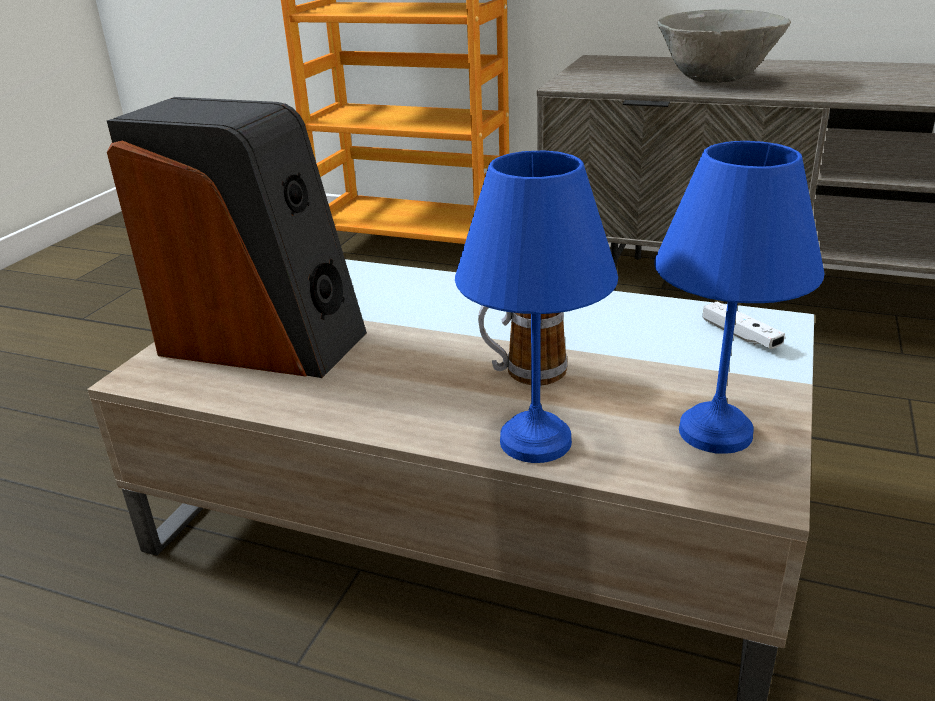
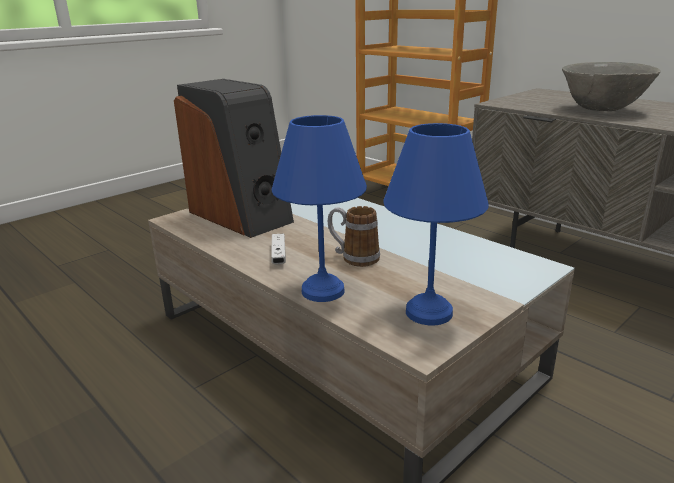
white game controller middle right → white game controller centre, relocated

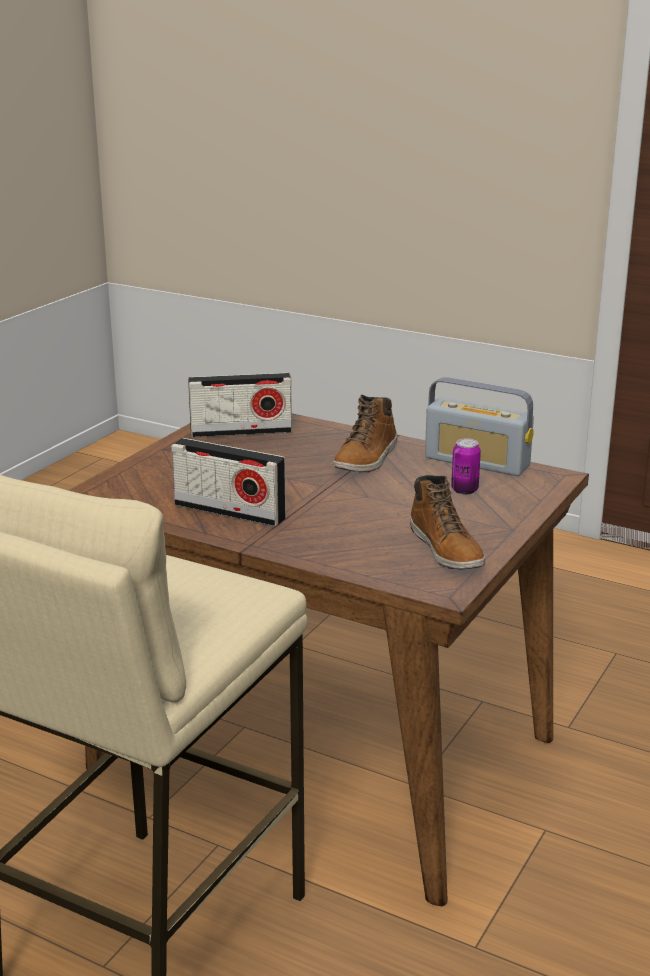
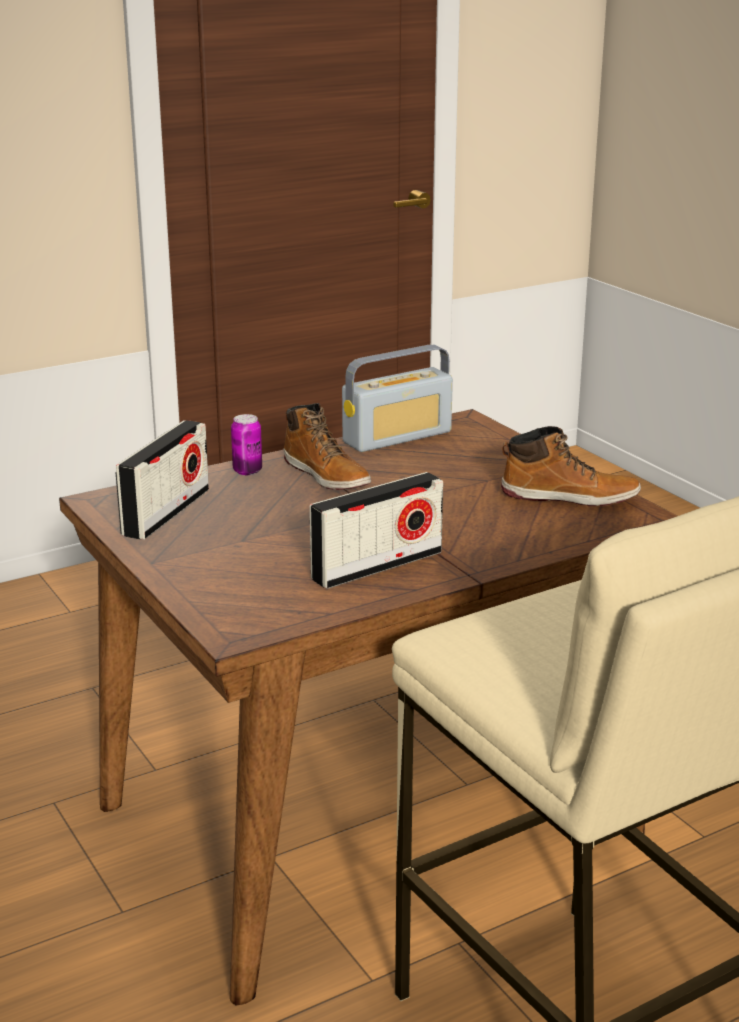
can middle right → can middle left, relocated

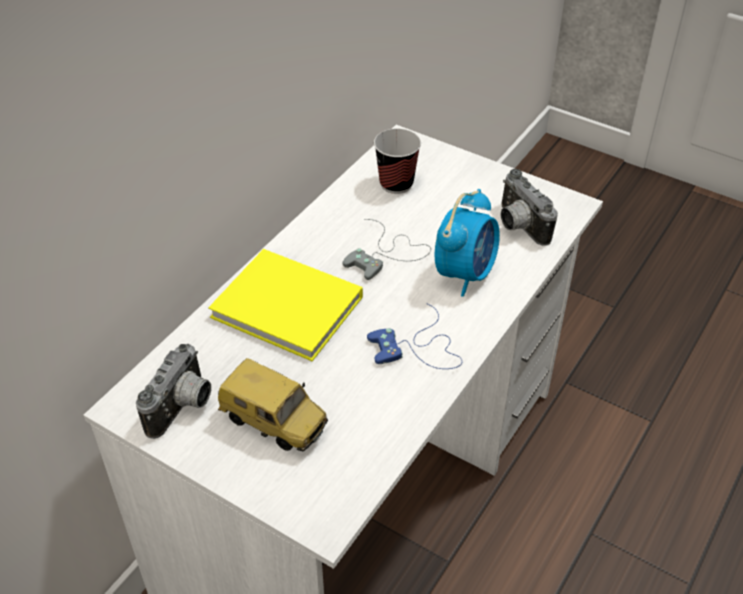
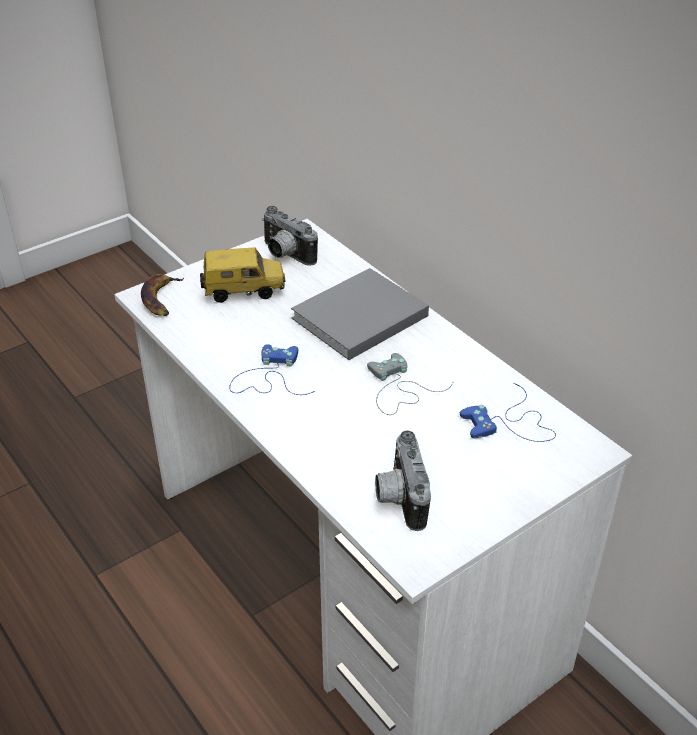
yellow book centre → grey book centre
toy car bottom centre → toy car centre, 150 degrees counterclockwise
cup top centre → blue game controller (no. 2 from left) middle right
alarm clock centre → -
photo camera (no. 2 from left) middle right → photo camera (no. 2 from left) centre, 90 degrees counterclockwise
- → banana middle left

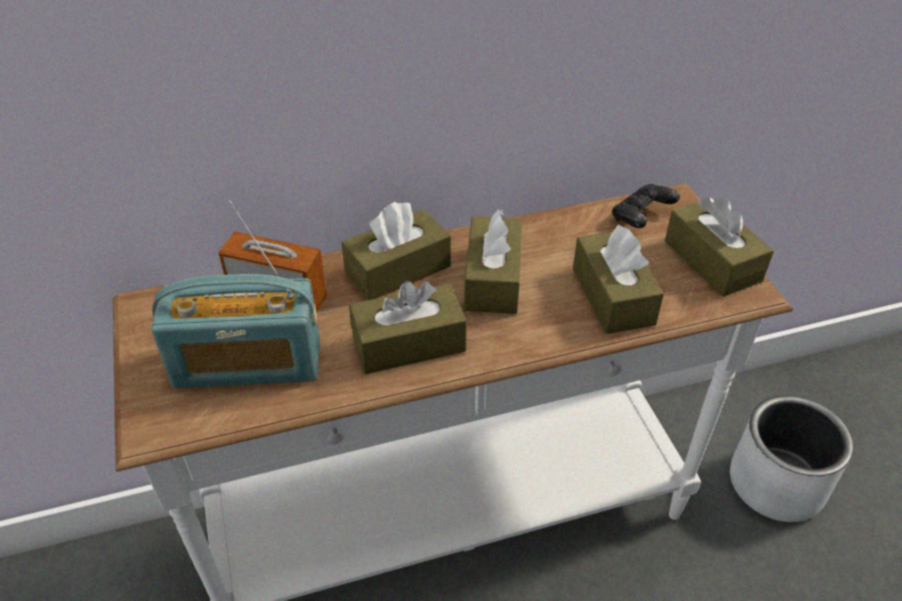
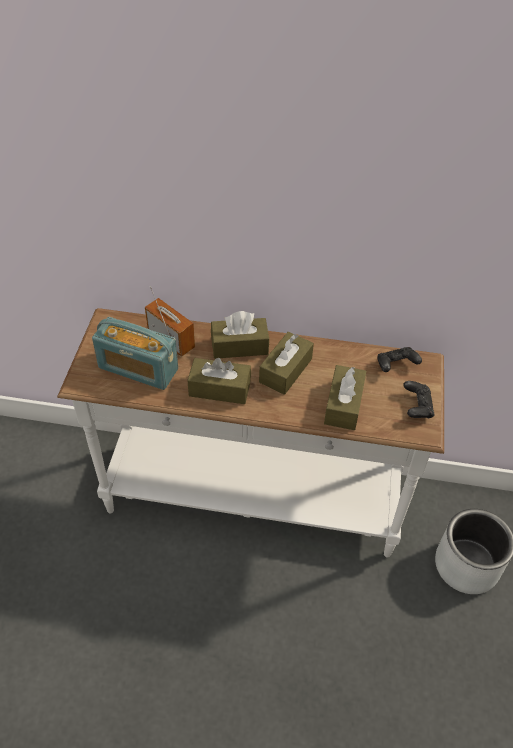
brown tissue box (no. 5 from left) middle right → black game controller (no. 2 from left) middle right

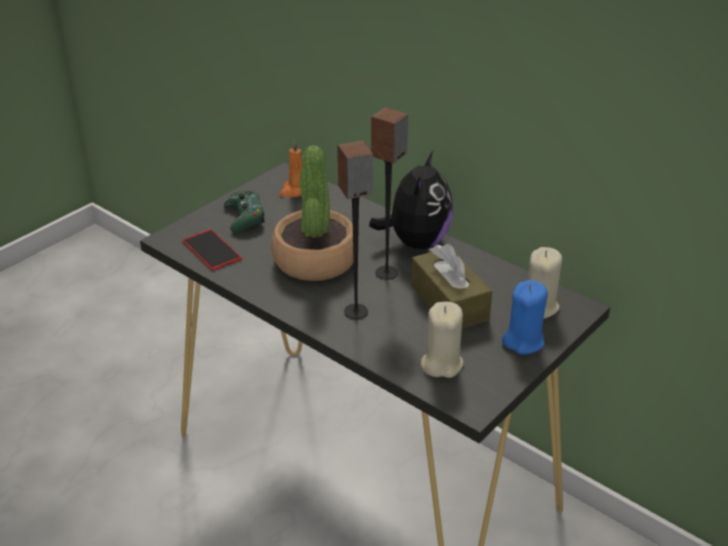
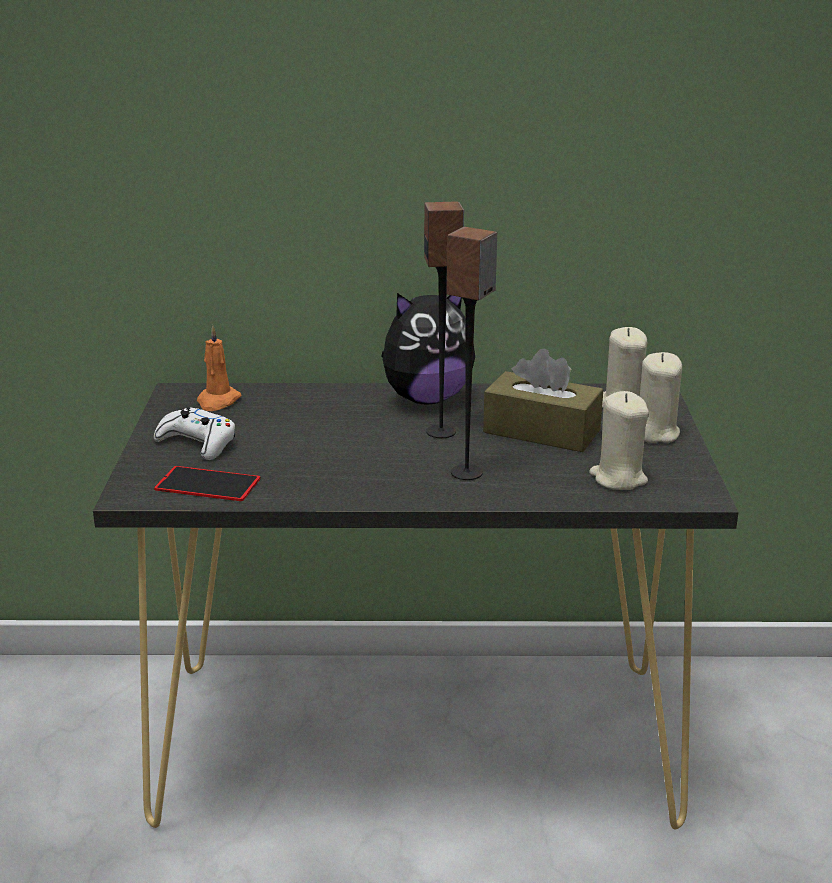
green game controller centre → white game controller middle left
potted plant centre → -
plush toy centre, 90 degrees clockwise
blue candle middle right → beige candle (no. 3 from left) middle right

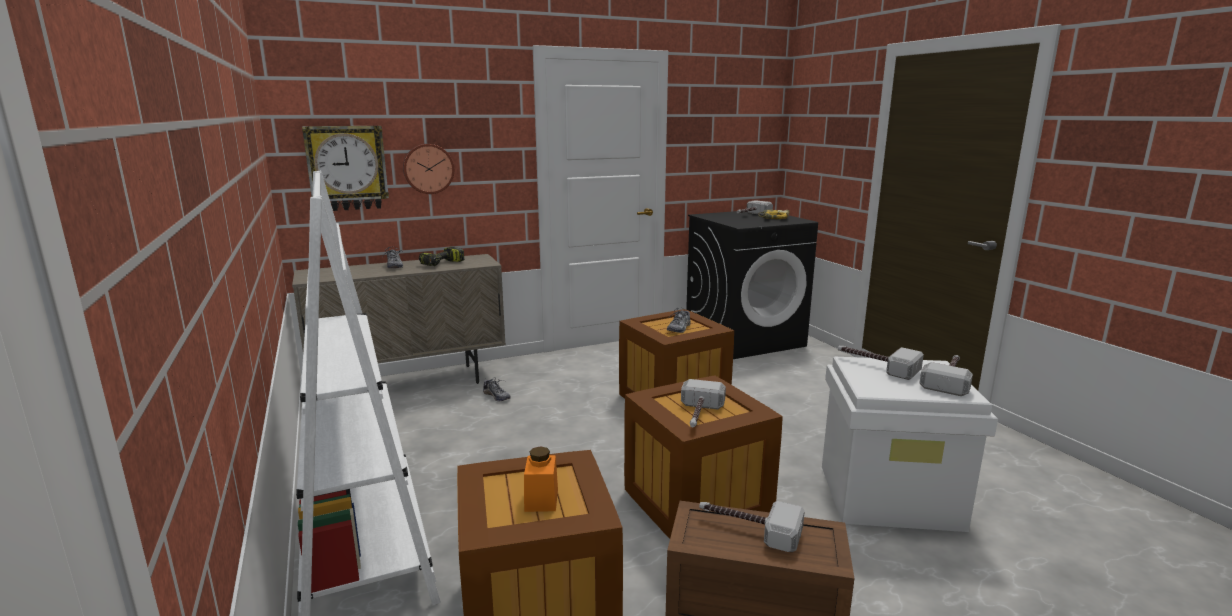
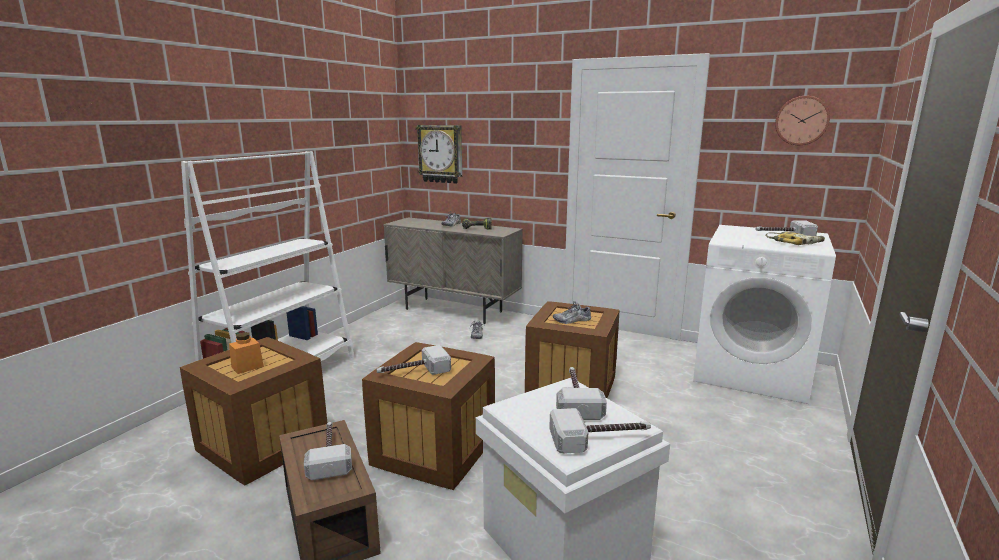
wall clock (no. 2 from left) top centre → wall clock (no. 2 from left) top right, relocated
black washing machine centre → white washing machine middle right

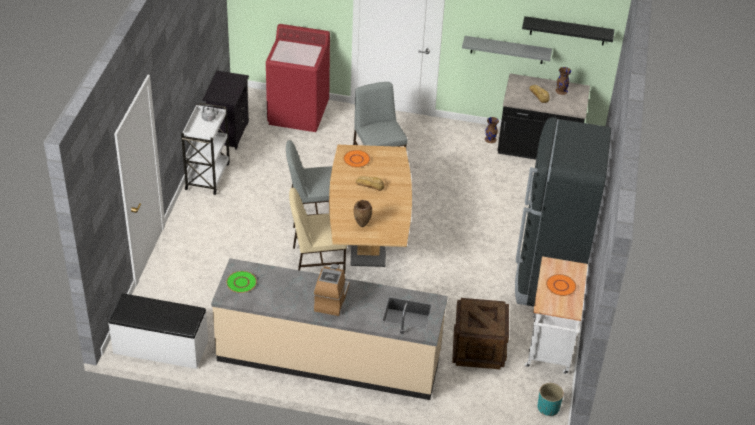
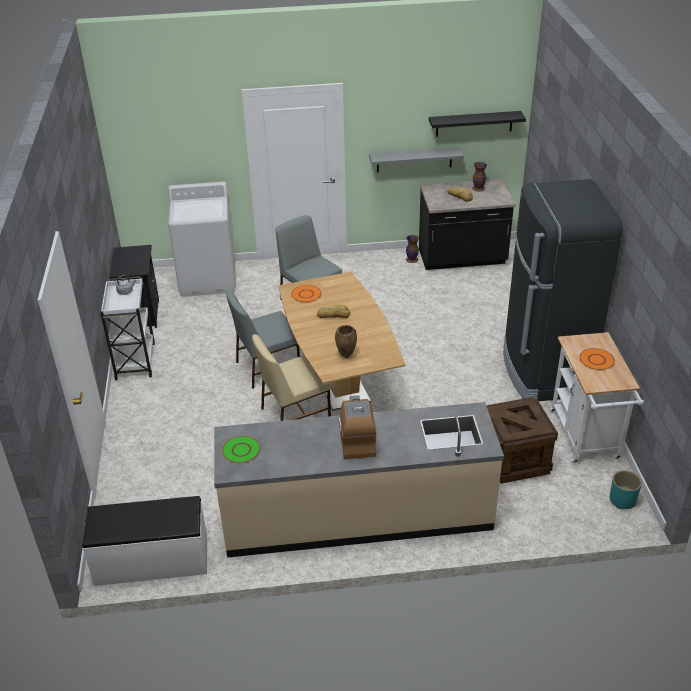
red washing machine top centre → white washing machine middle left

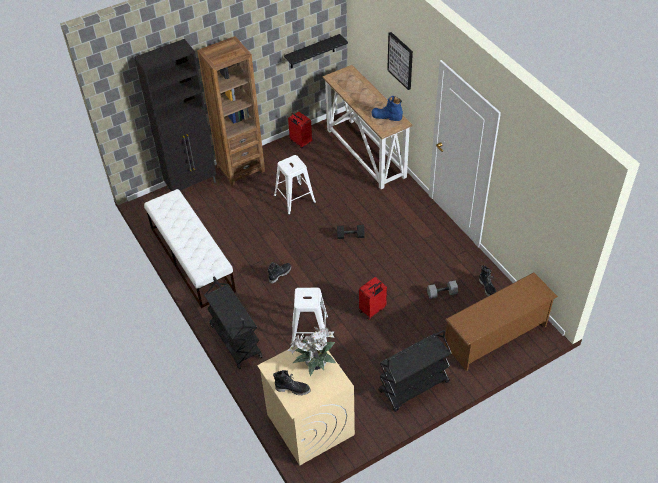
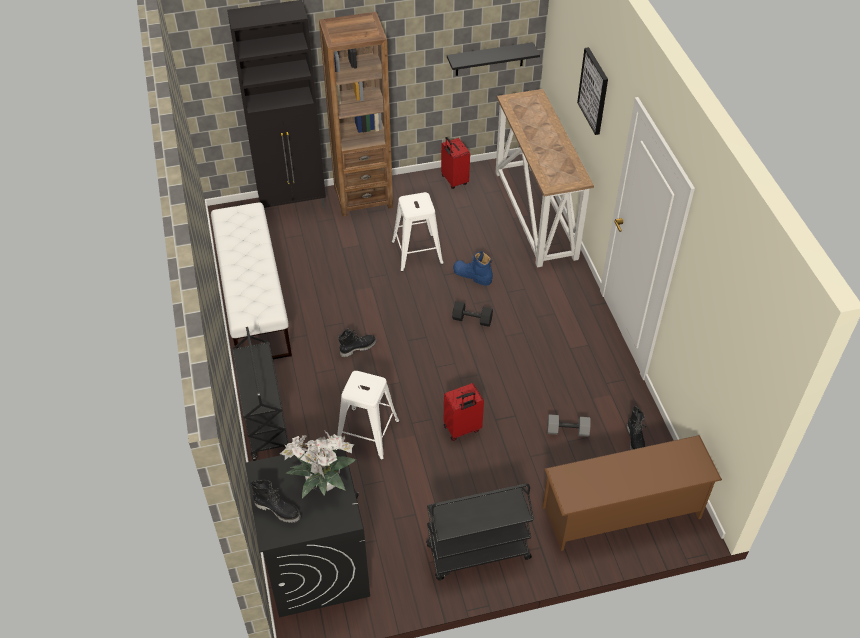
beige washing machine bottom centre → black washing machine bottom centre
blue boot top centre → blue boot centre, relocated

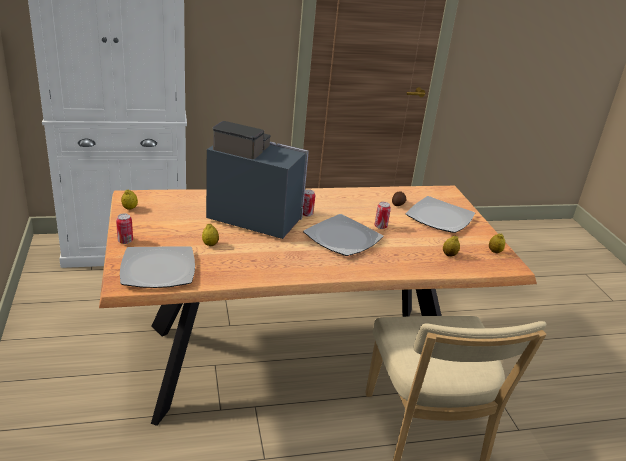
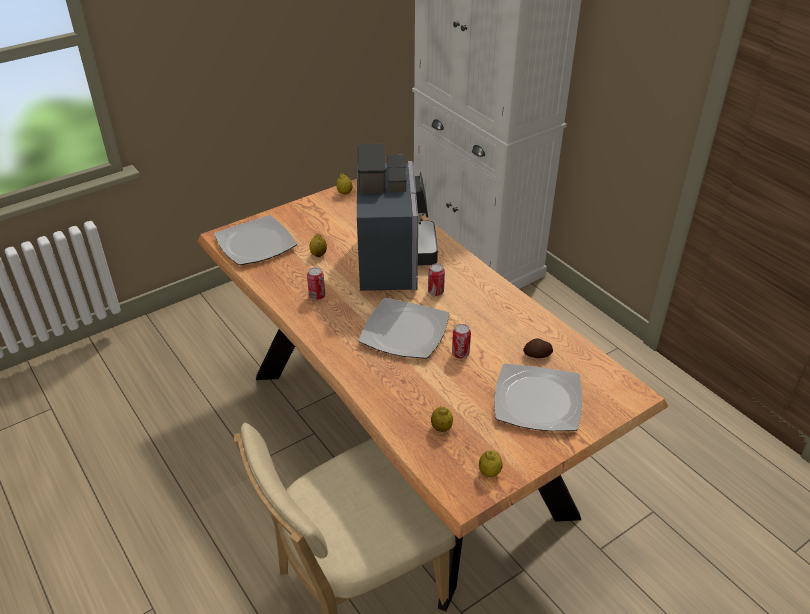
can (no. 1 from left) middle left → can (no. 1 from left) centre, relocated

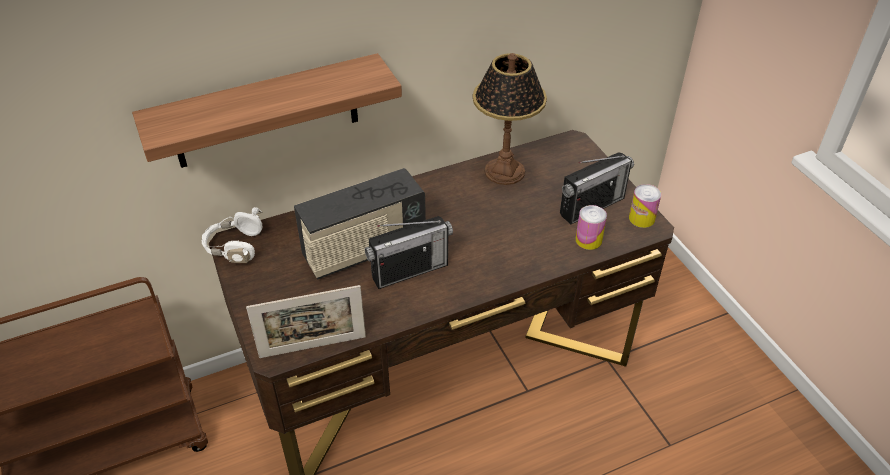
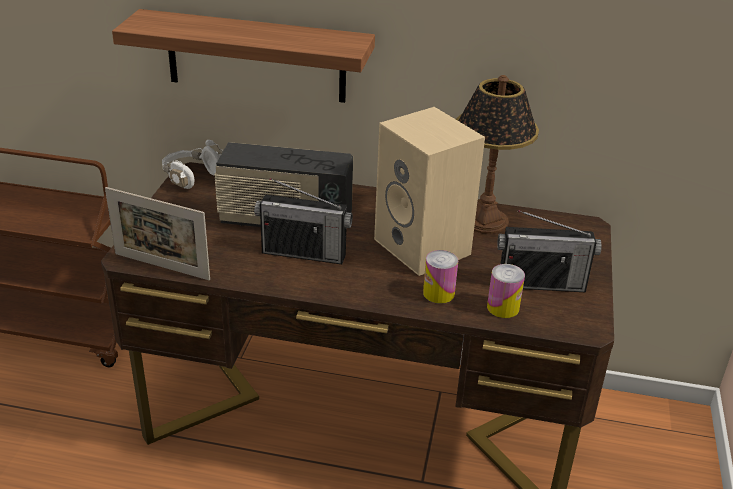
can (no. 2 from left in the first image) middle right → can (no. 1 from left) centre, relocated
- → beige speaker centre

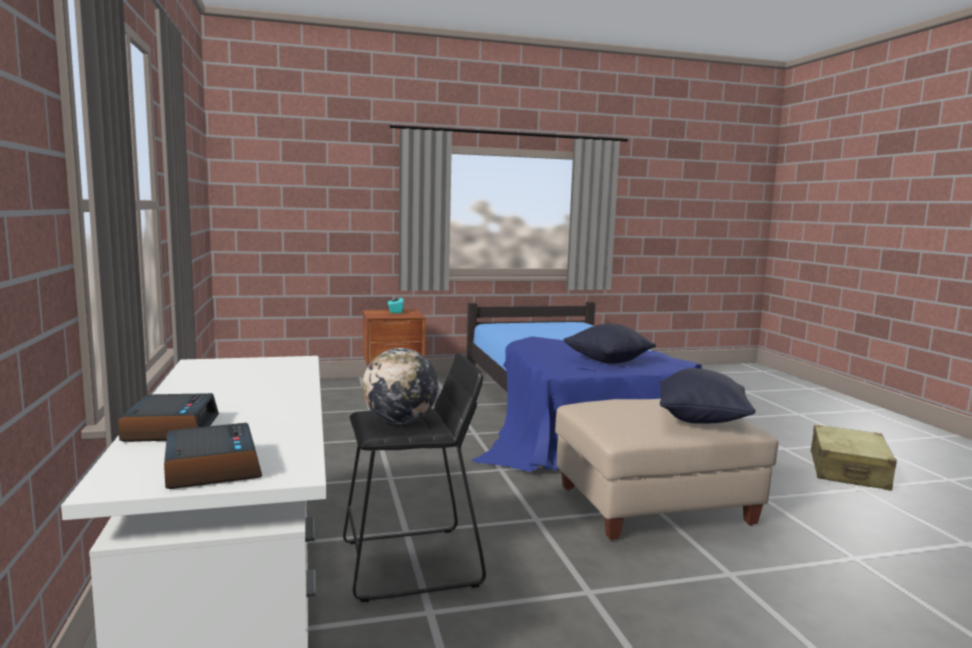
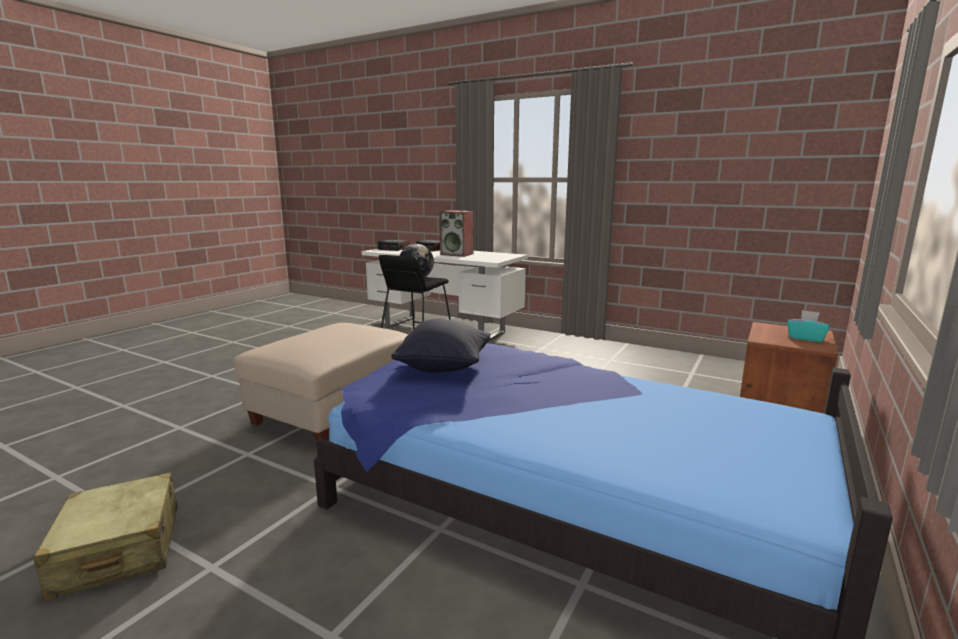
black pillow (no. 2 from left) middle right → -
- → speaker centre

